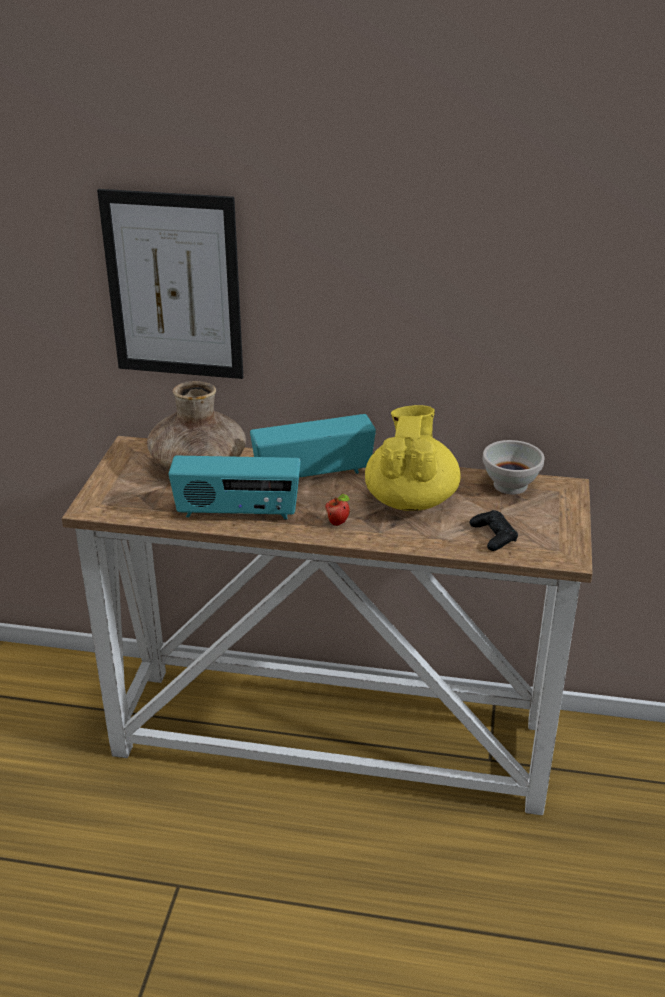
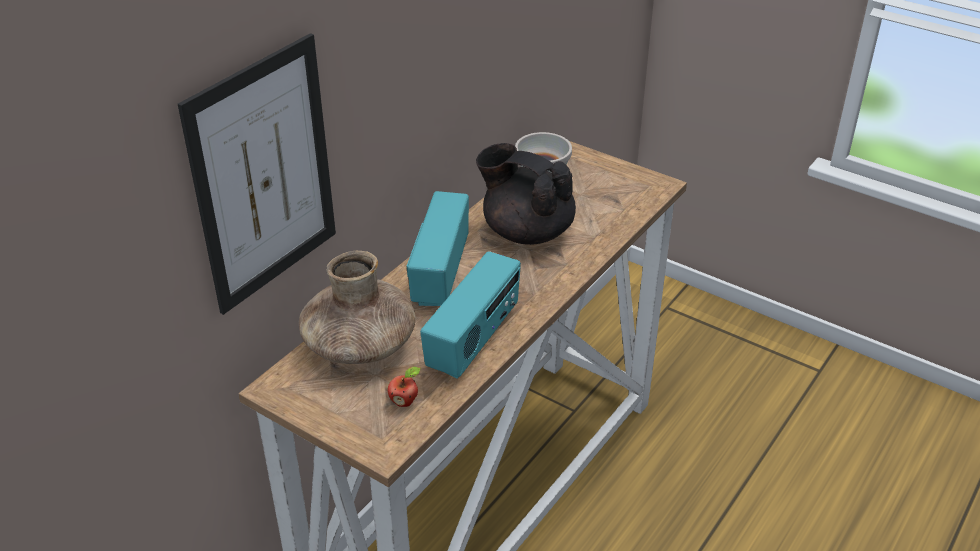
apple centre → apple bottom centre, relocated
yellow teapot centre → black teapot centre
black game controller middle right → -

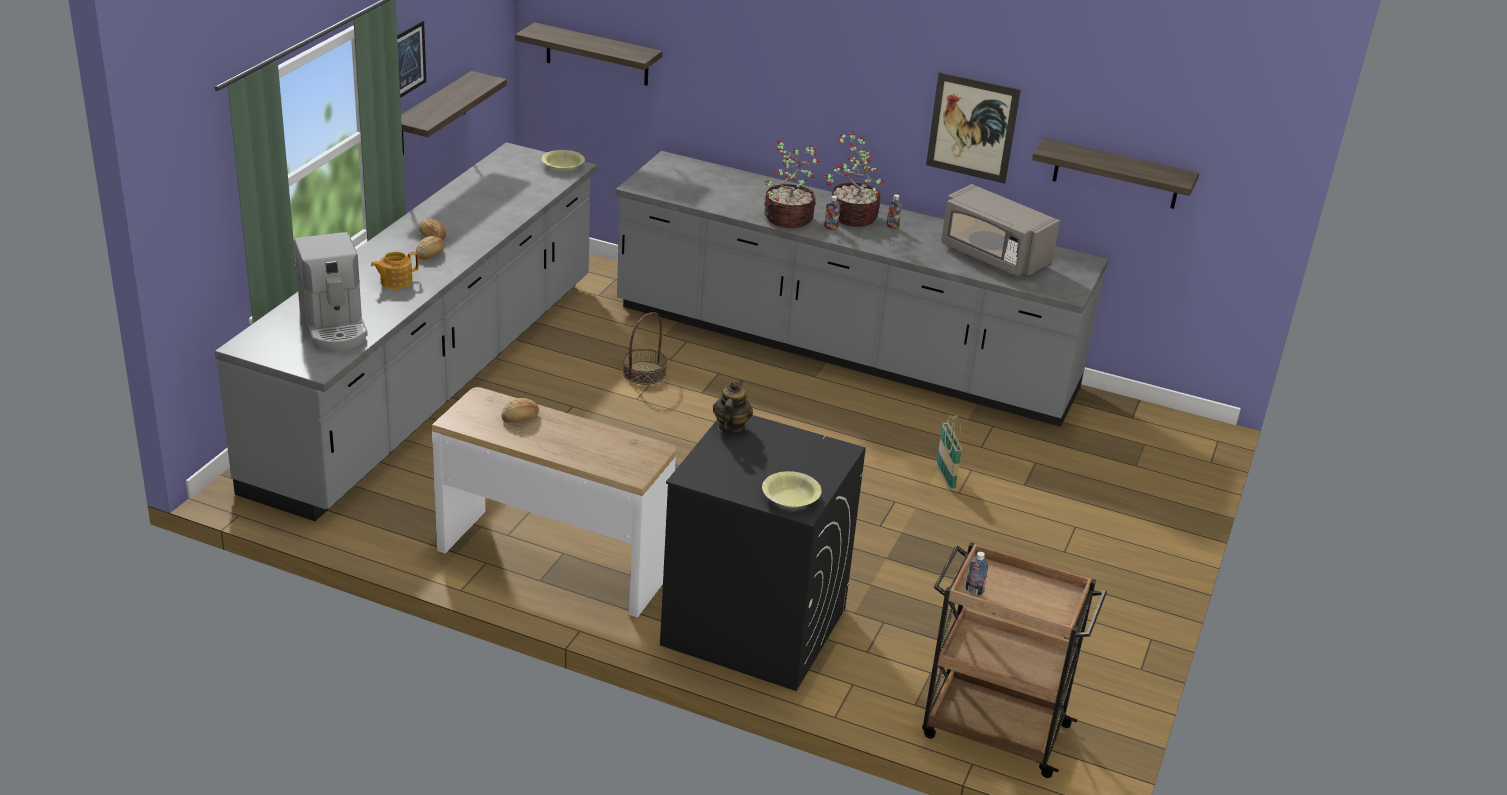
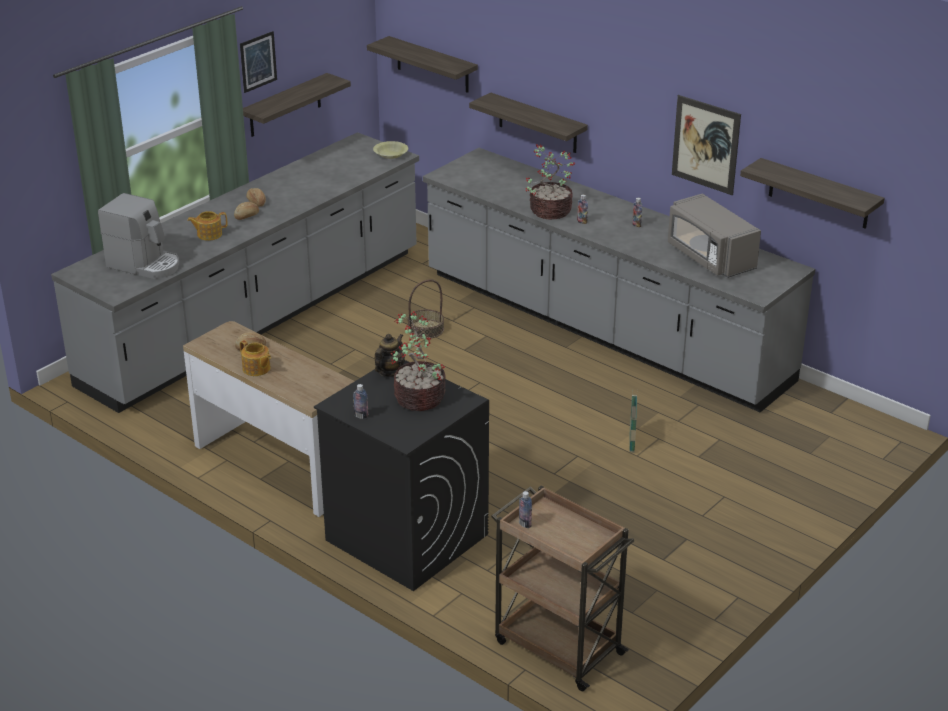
coffee machine middle left → coffee machine top left, 60 degrees counterclockwise
yellow bowl (no. 2 from left) centre → -
potted plant (no. 2 from left in the first image) top centre → potted plant (no. 1 from left) centre, relocated
- → teapot (no. 2 from left) middle left
- → bottle (no. 1 from left) centre
- → shelf (no. 3 from left) top centre

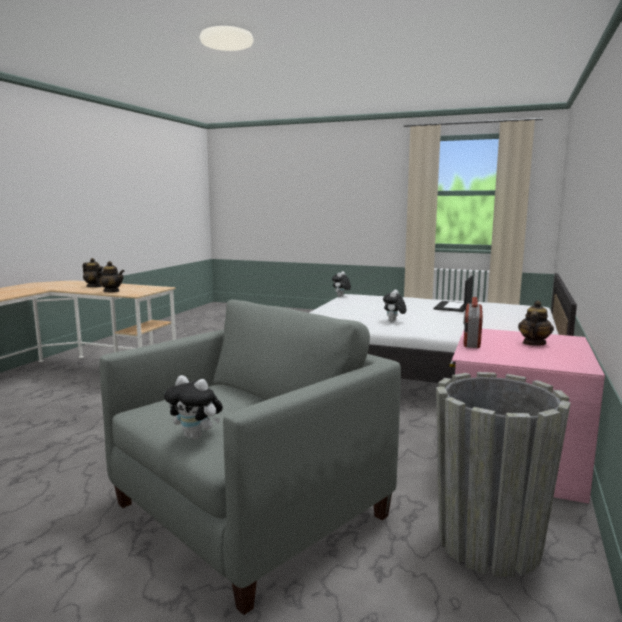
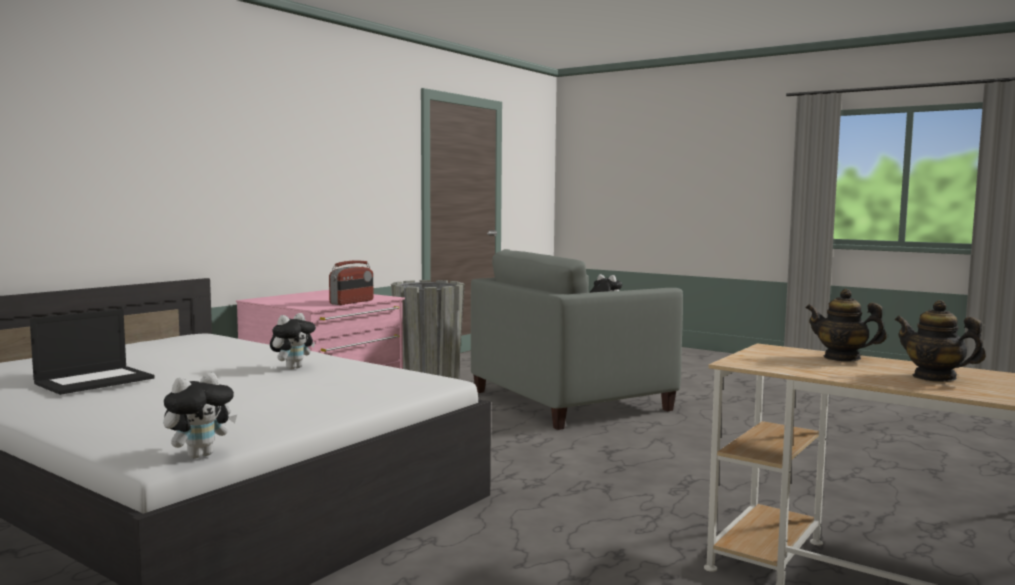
teapot (no. 3 from left) middle right → -

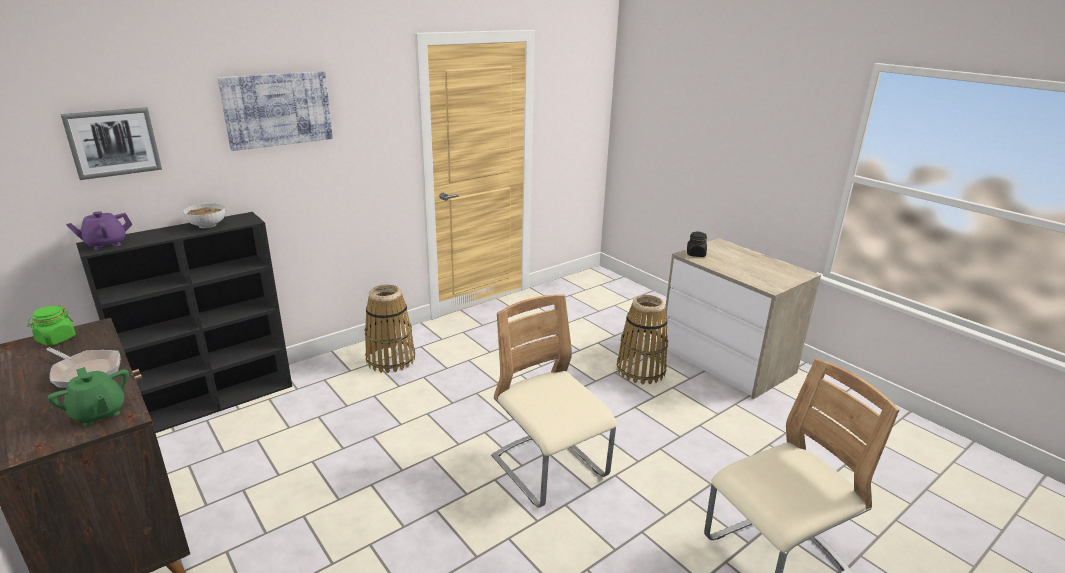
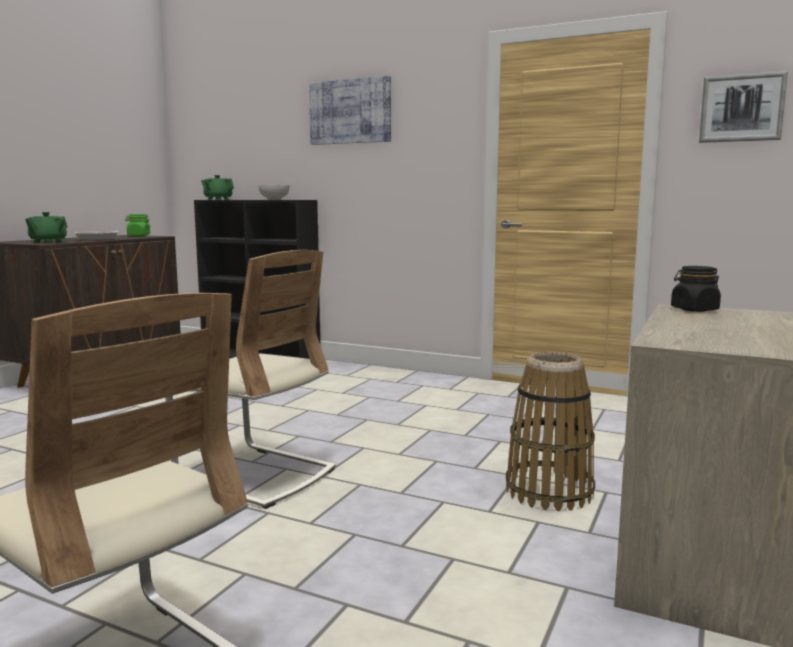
picture (no. 1 from left in the first image) top left → picture (no. 2 from left) top right, relocated
purple teapot middle left → green teapot (no. 2 from left) top left
basket (no. 1 from left) centre → -
beige chair (no. 1 from left in the first image) bottom centre → beige chair (no. 2 from left) middle left, 90 degrees clockwise

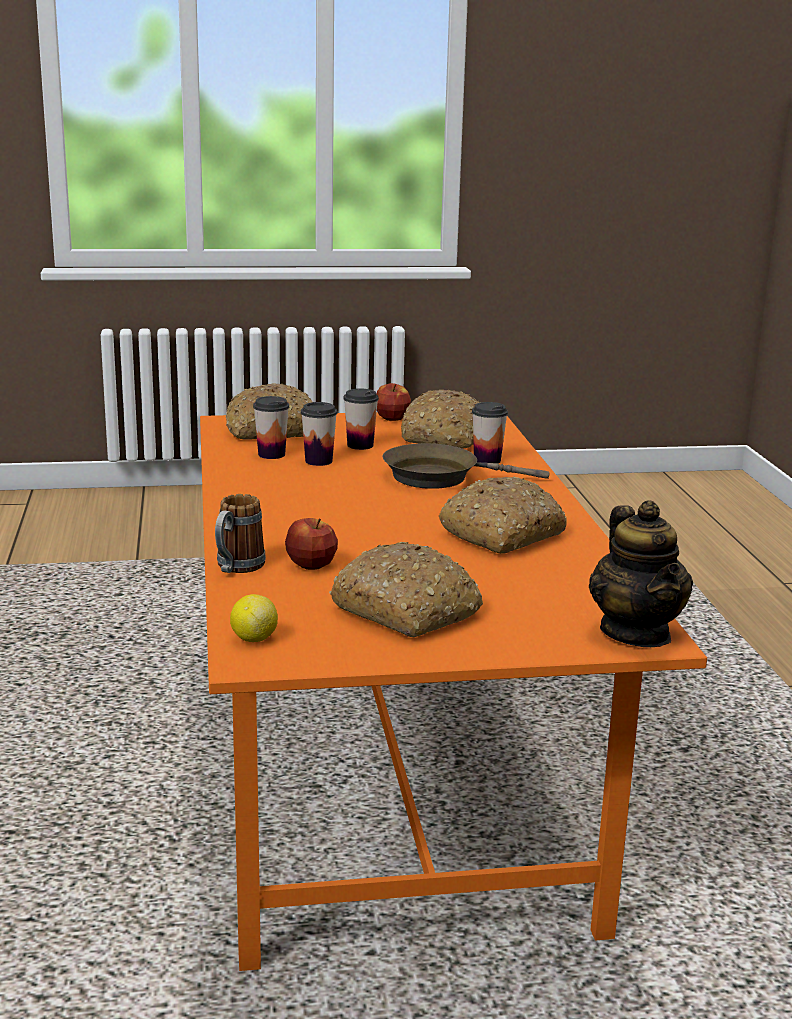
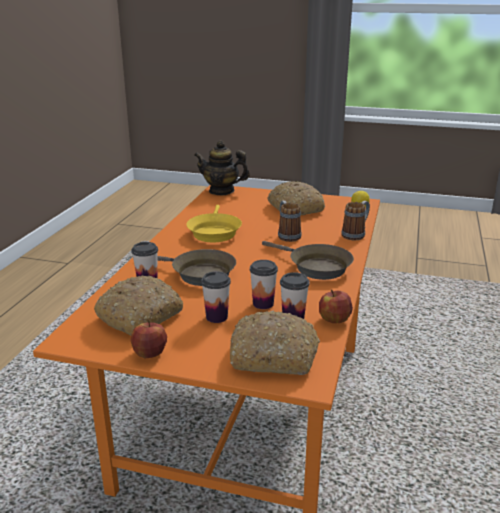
apple (no. 1 from left in the first image) centre → apple (no. 2 from left) middle right, relocated
bread (no. 4 from left) centre → yellow frying pan centre
teapot middle right → teapot top centre, 90 degrees counterclockwise
- → brown frying pan (no. 2 from left) centre
- → mug (no. 1 from left) centre

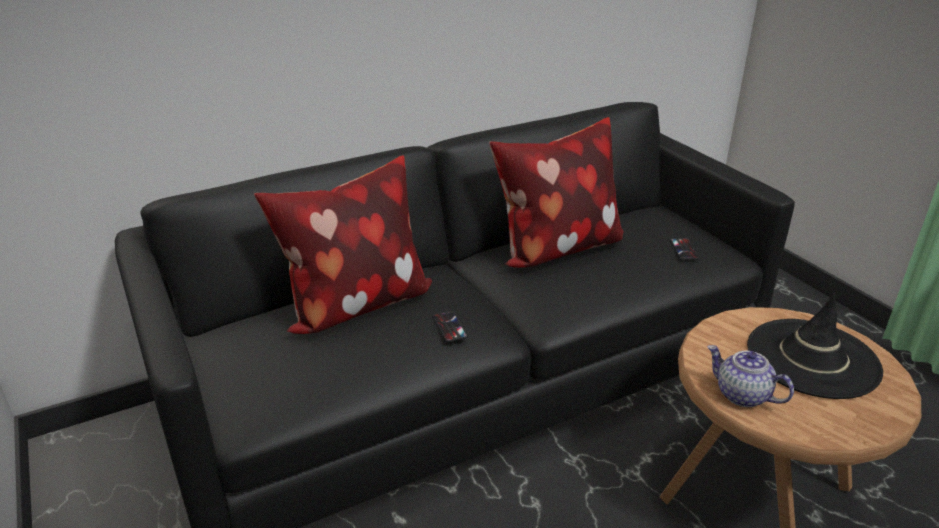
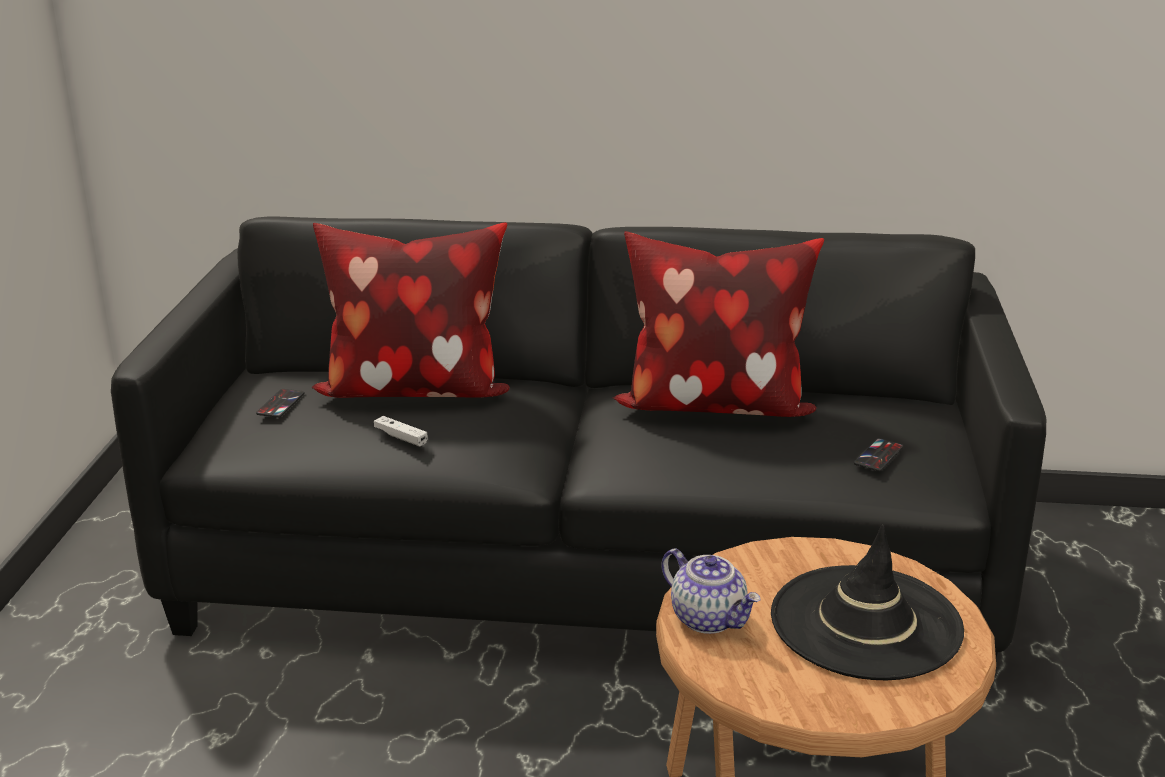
phone (no. 1 from left) centre → phone (no. 1 from left) middle left, relocated
teapot bottom right → teapot bottom centre, 150 degrees clockwise
- → white game controller centre

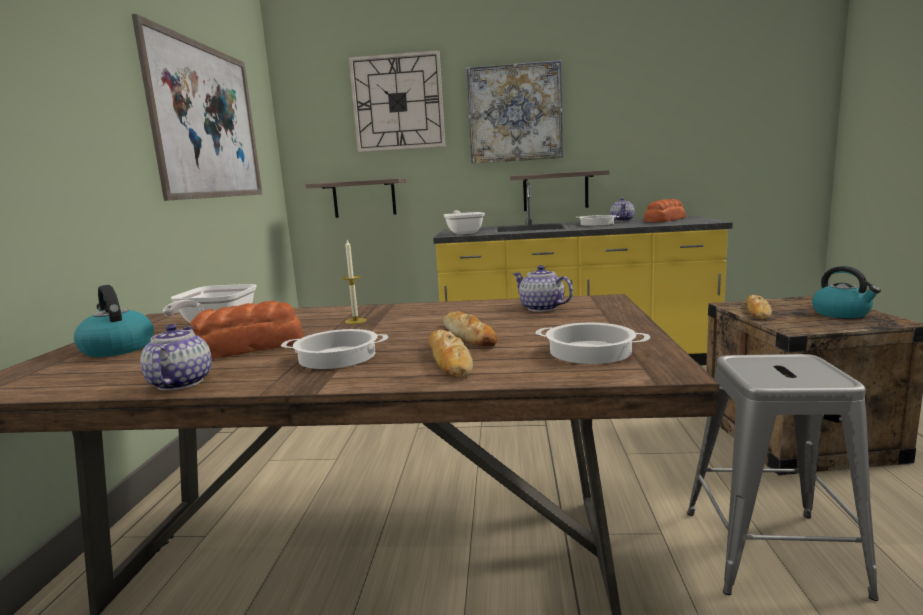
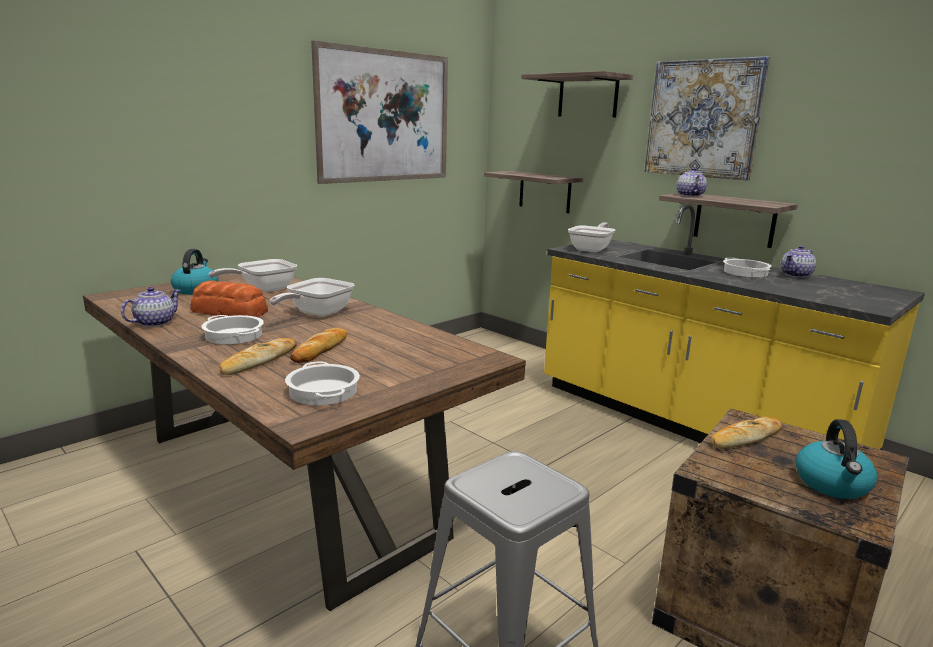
candle centre → frying pan (no. 2 from left) centre
wall clock top centre → shelf (no. 2 from left) top centre
teapot (no. 2 from left) centre → teapot (no. 2 from left) top right, relocated
bread (no. 4 from left) middle right → -

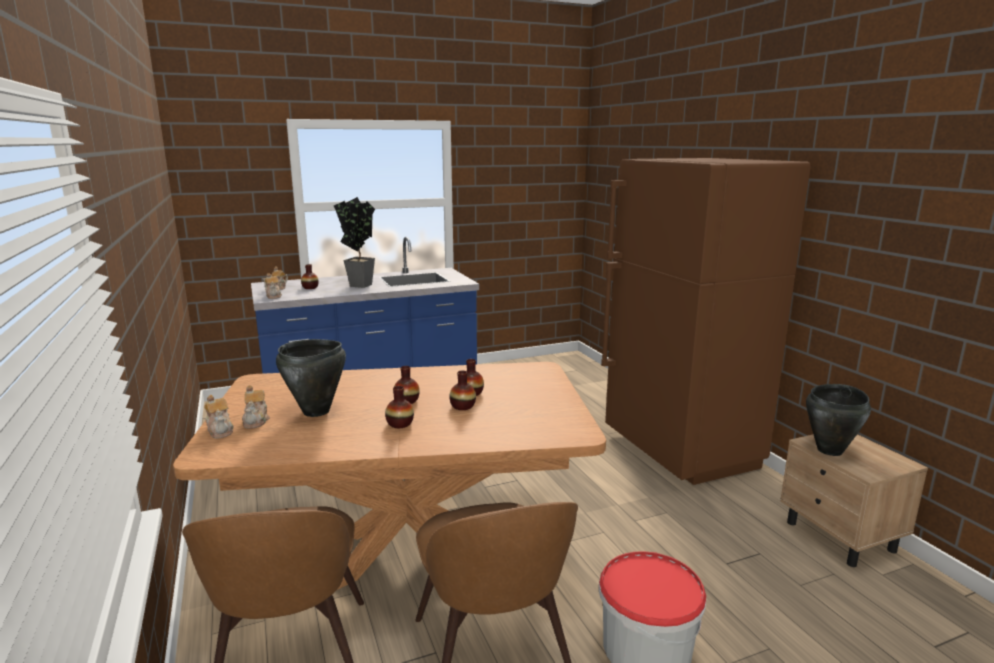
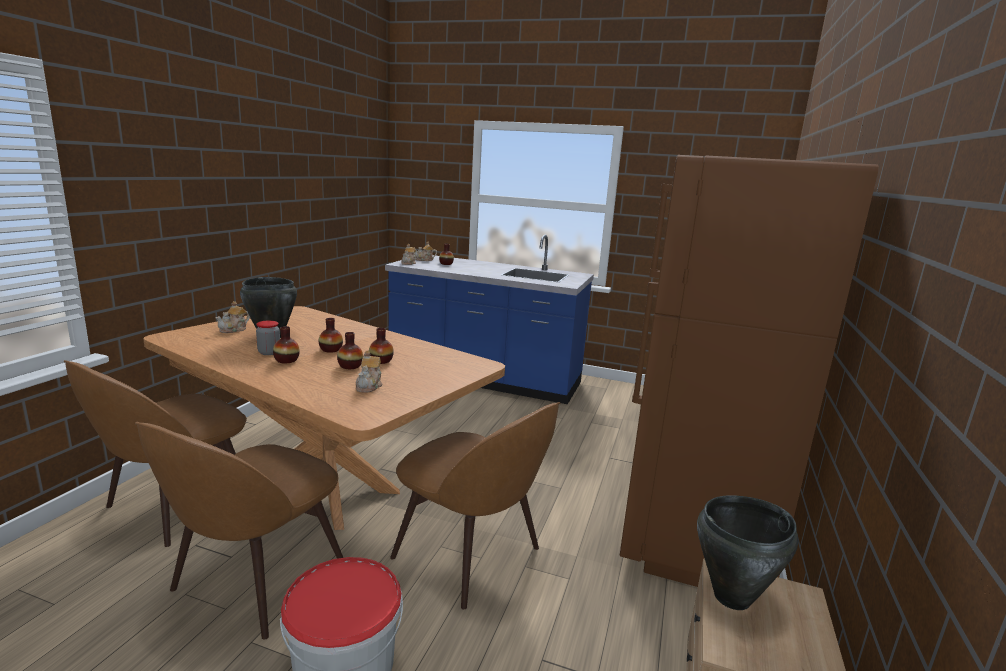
teapot (no. 1 from left in the first image) middle left → teapot (no. 2 from left) centre, relocated
potted plant centre → -
- → jar middle left
- → brown chair (no. 3 from left) bottom centre

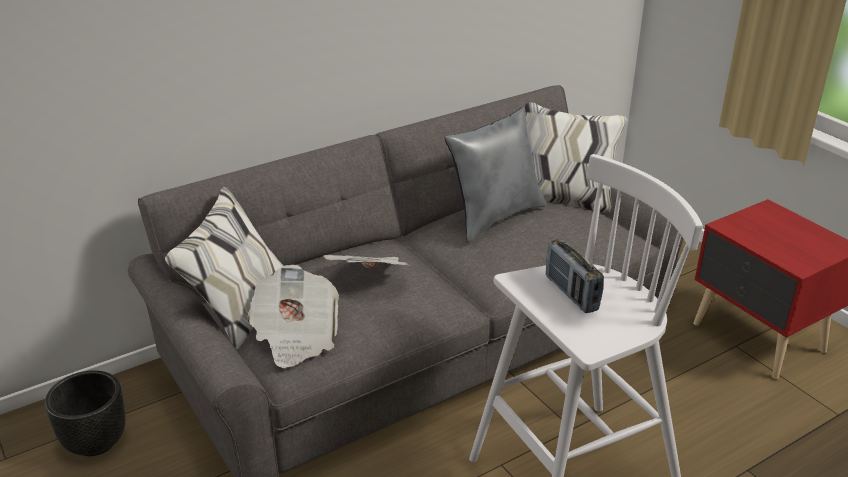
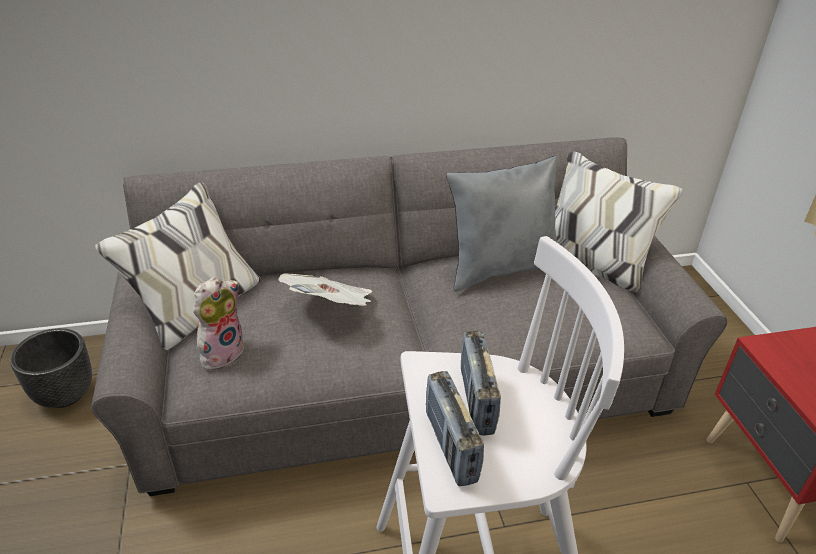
newspaper (no. 1 from left) centre → plush toy middle left
- → radio (no. 1 from left) bottom centre

